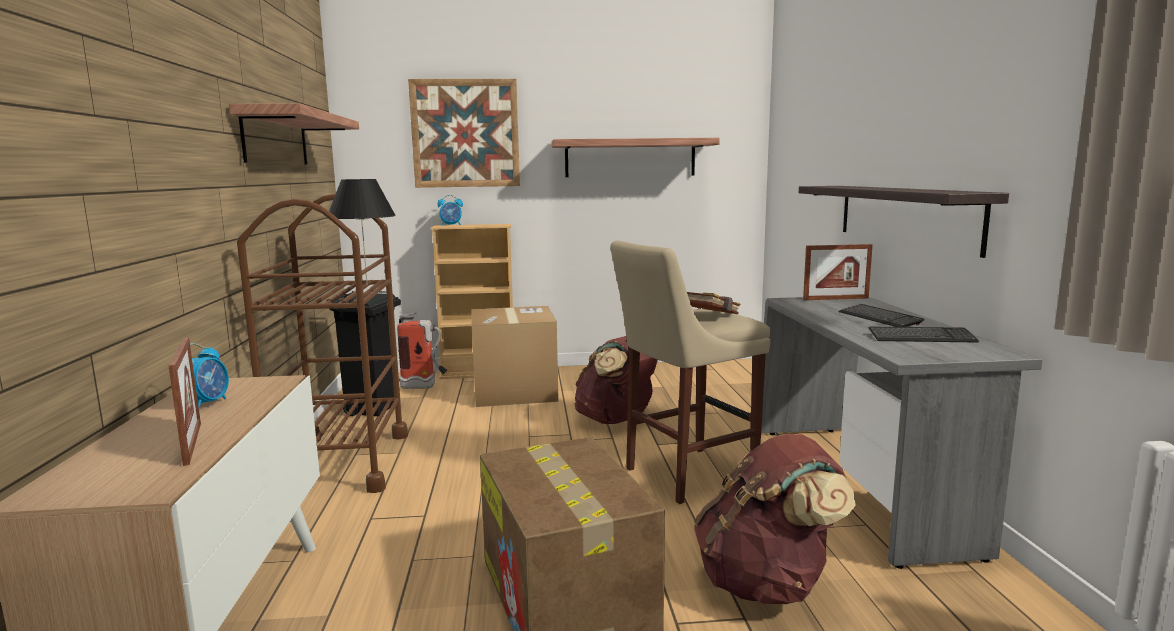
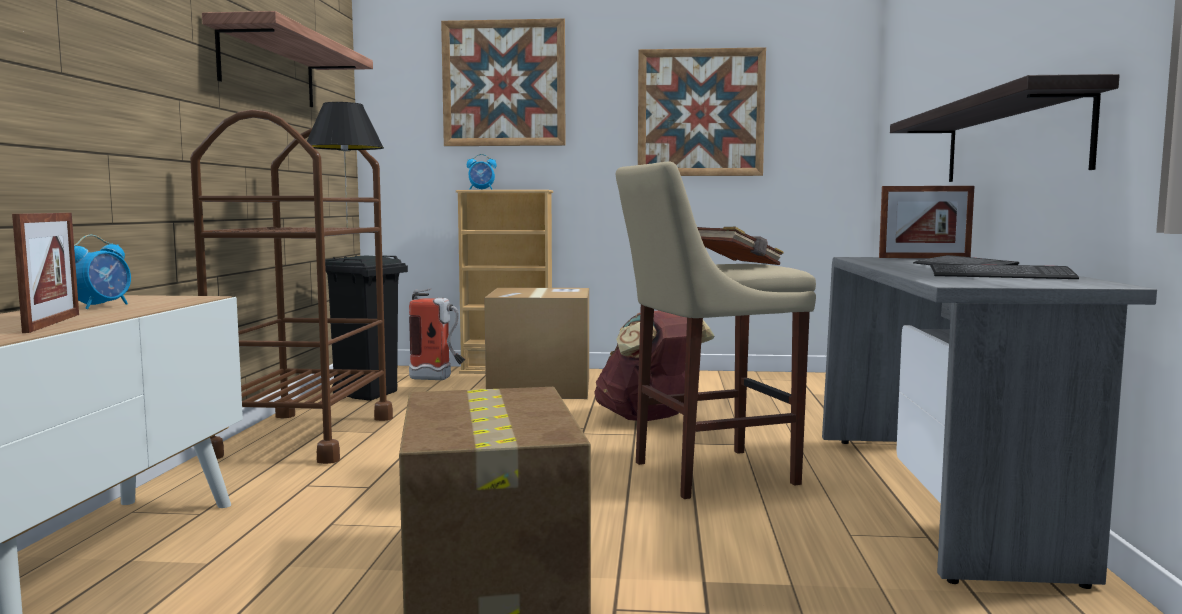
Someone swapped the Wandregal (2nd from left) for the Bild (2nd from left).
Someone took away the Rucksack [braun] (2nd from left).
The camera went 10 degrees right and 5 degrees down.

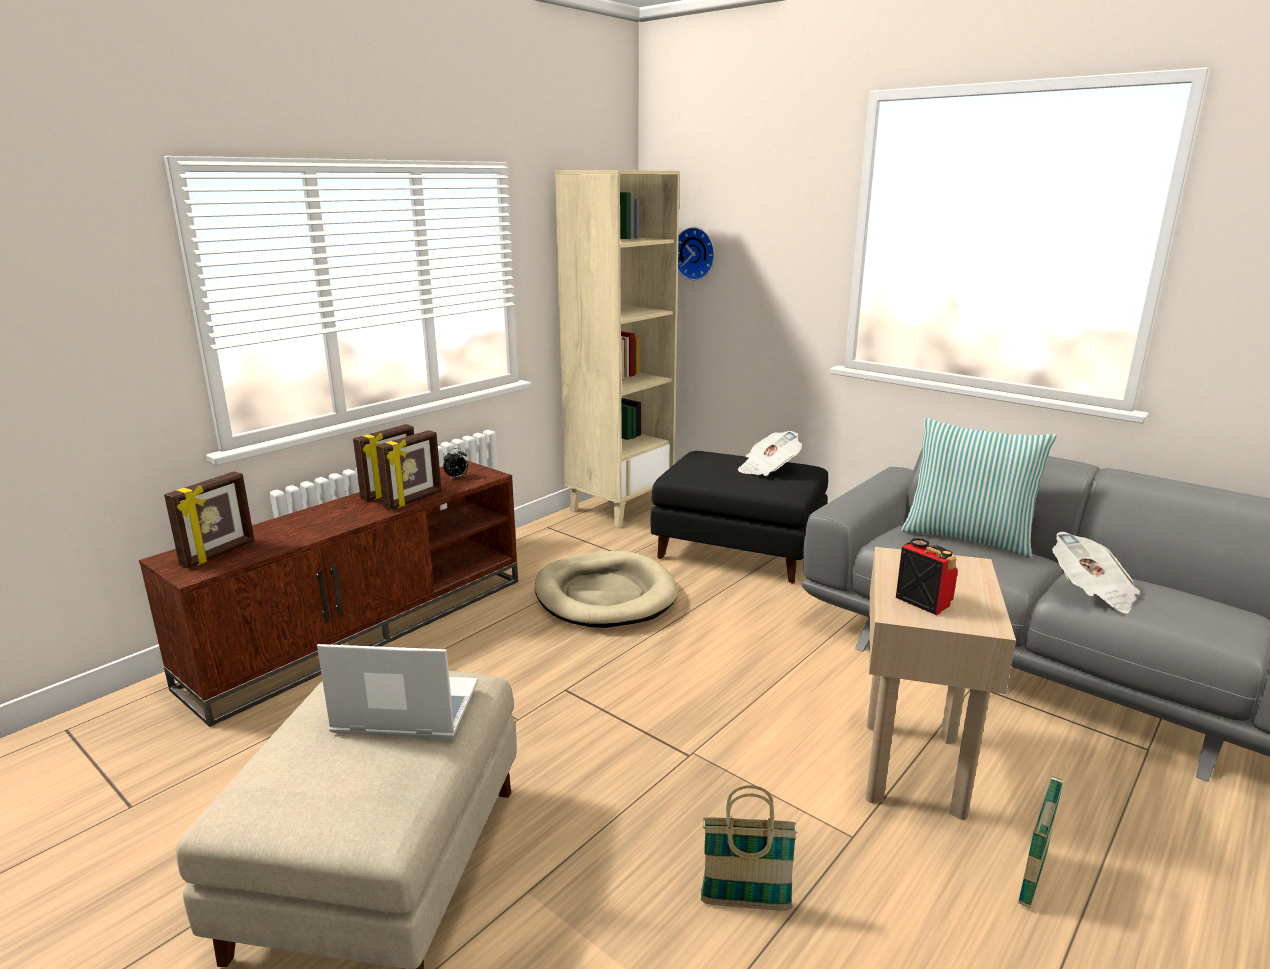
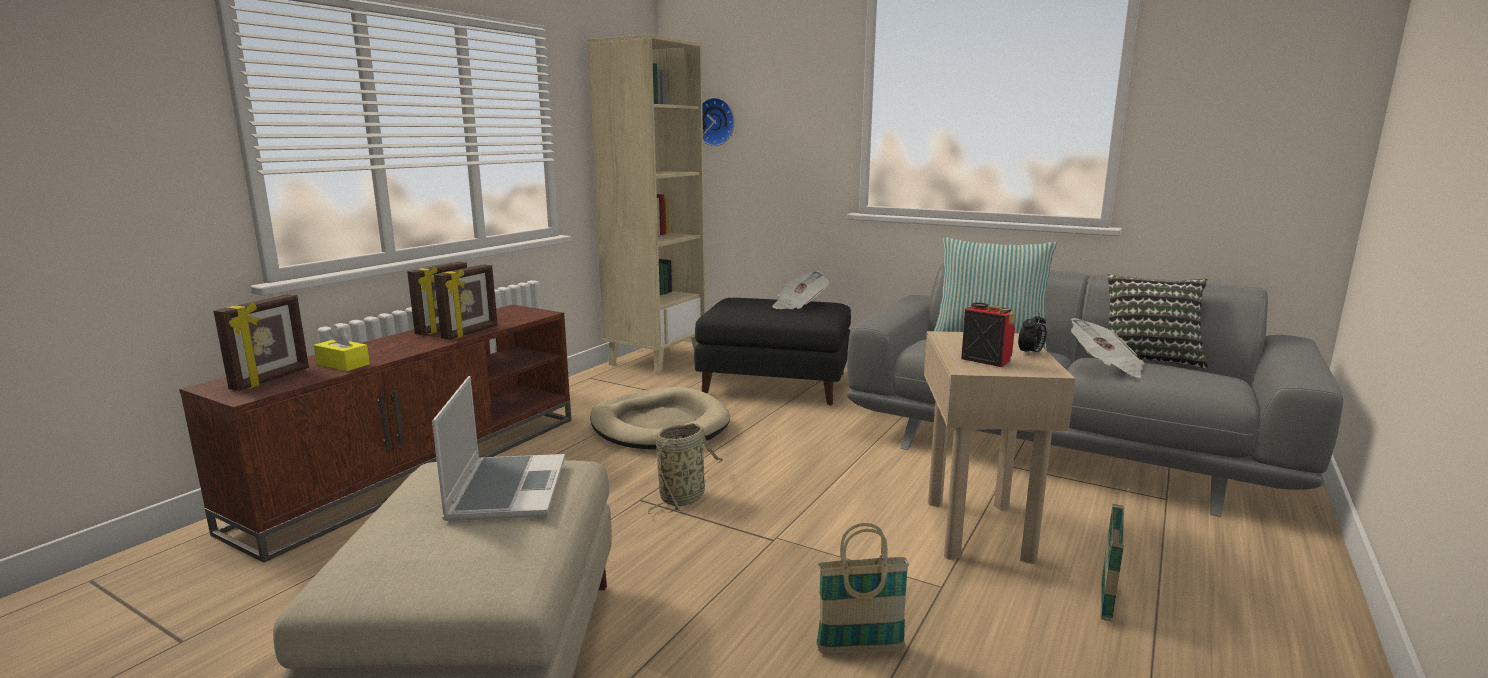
Someone put down the Taschentuchbox [gelb].
Someone rotated the Laptop by 90 degrees clockwise.
Someone put down the Korb (1st from left).
Someone carried the Wecker.
Someone put down the Kissen (2nd from left).
The camera went 10 degrees left and 5 degrees down.

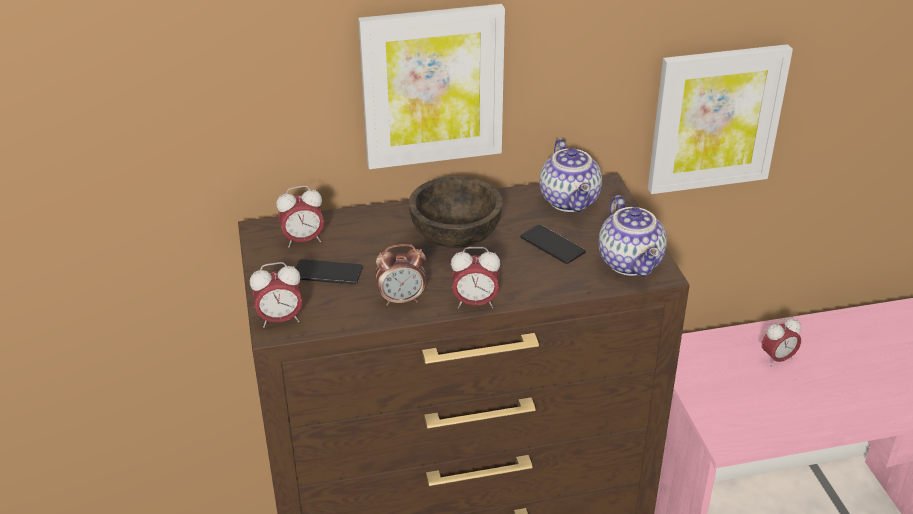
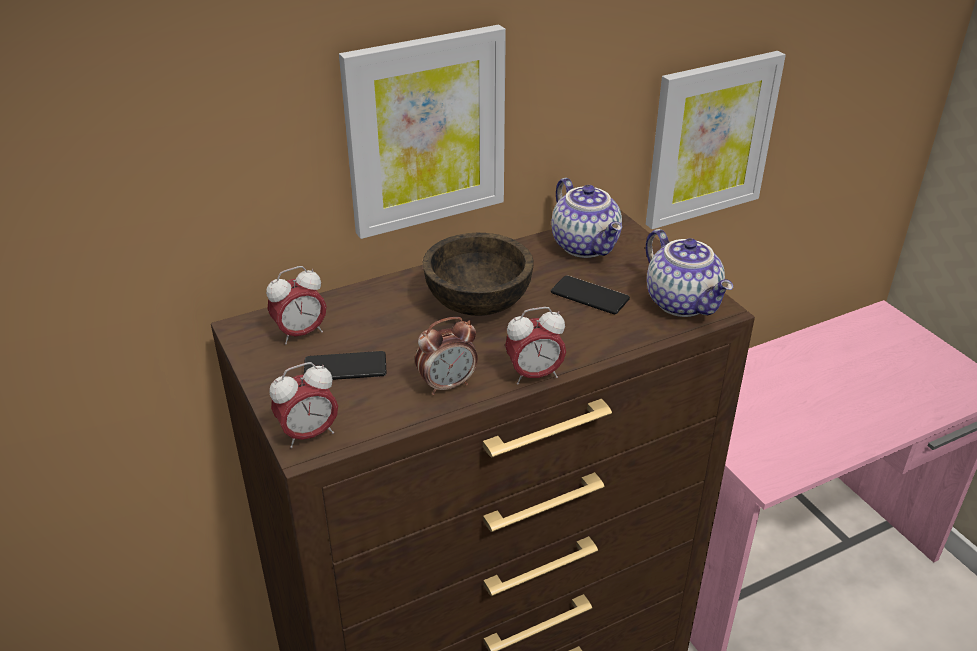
Someone took away the Wecker (5th from left).
The camera went 15 degrees left and 0 degrees up.

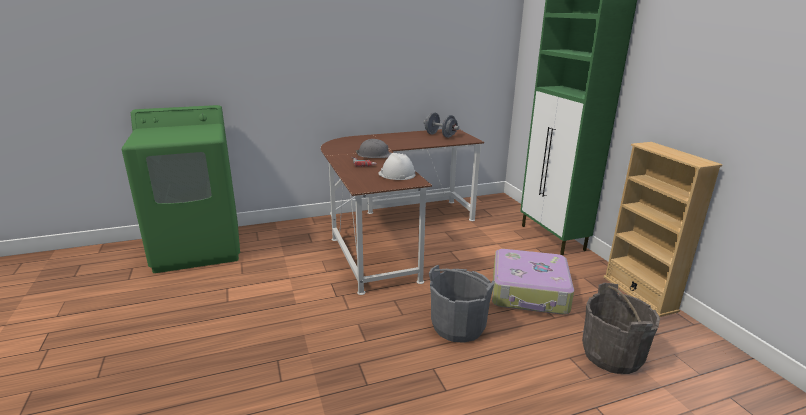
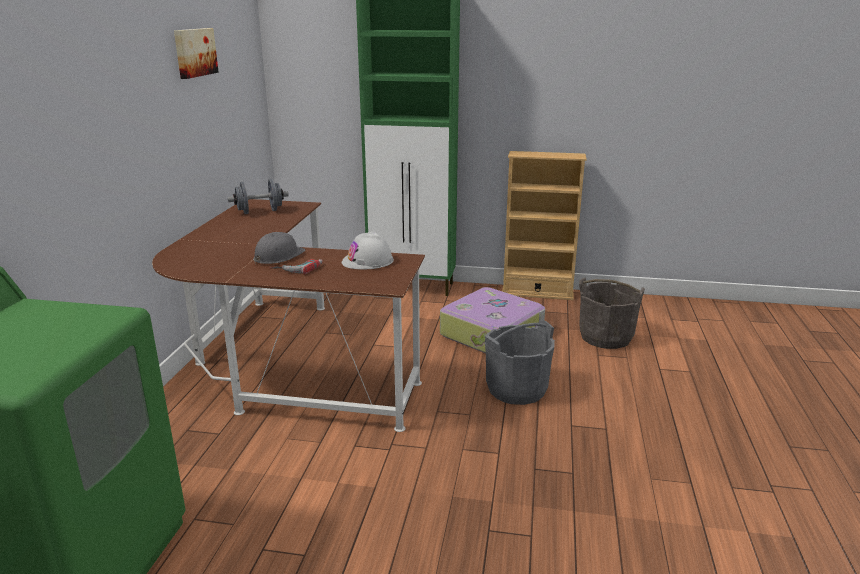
Someone put up the Bild.
The camera went 60 degrees left and 0 degrees up.

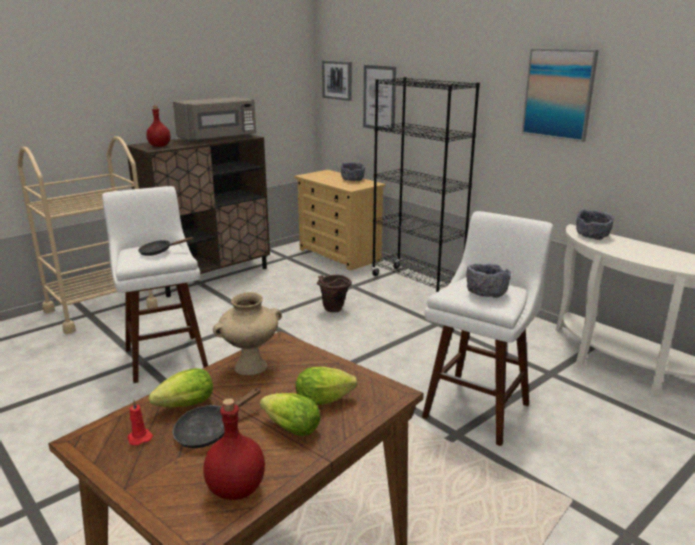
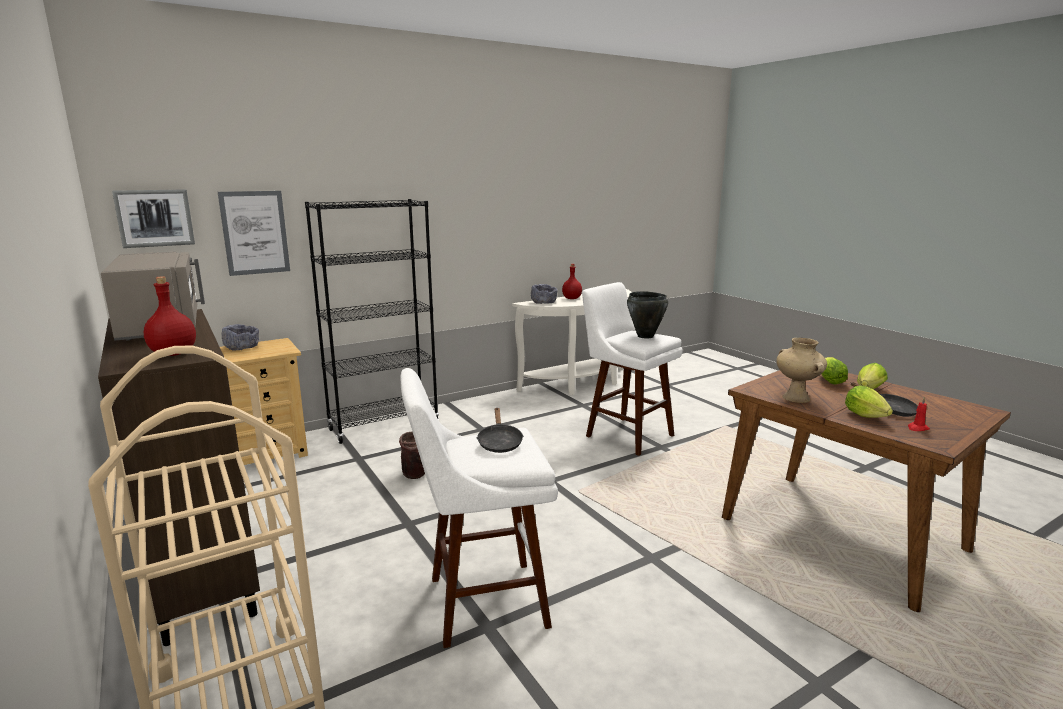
Someone carried the Flasche [rot] (2nd from left).
Someone swapped the Schüssel [grau] (2nd from left) for the Kochtopf [schwarz].
Someone took away the Bild (3rd from left).
The camera went 80 degrees left and 5 degrees down.

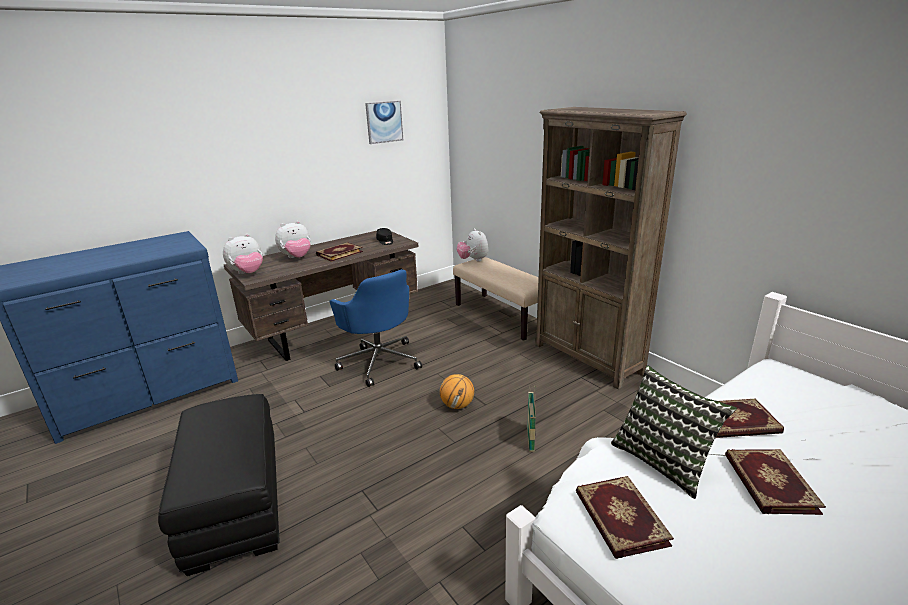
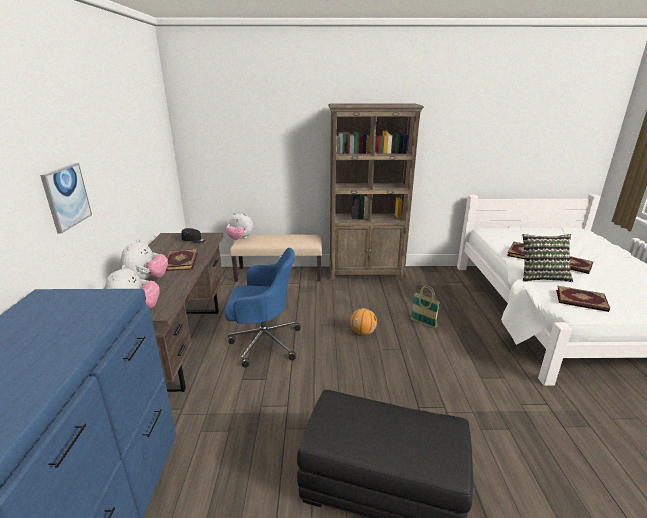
Someone carried the Bild.
The camera went 55 degrees left and 0 degrees up.

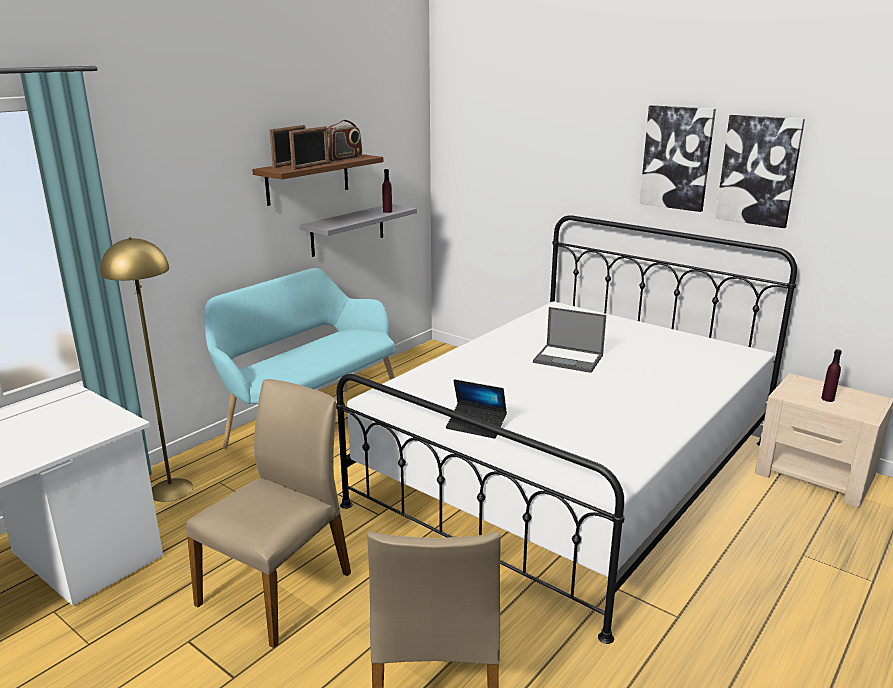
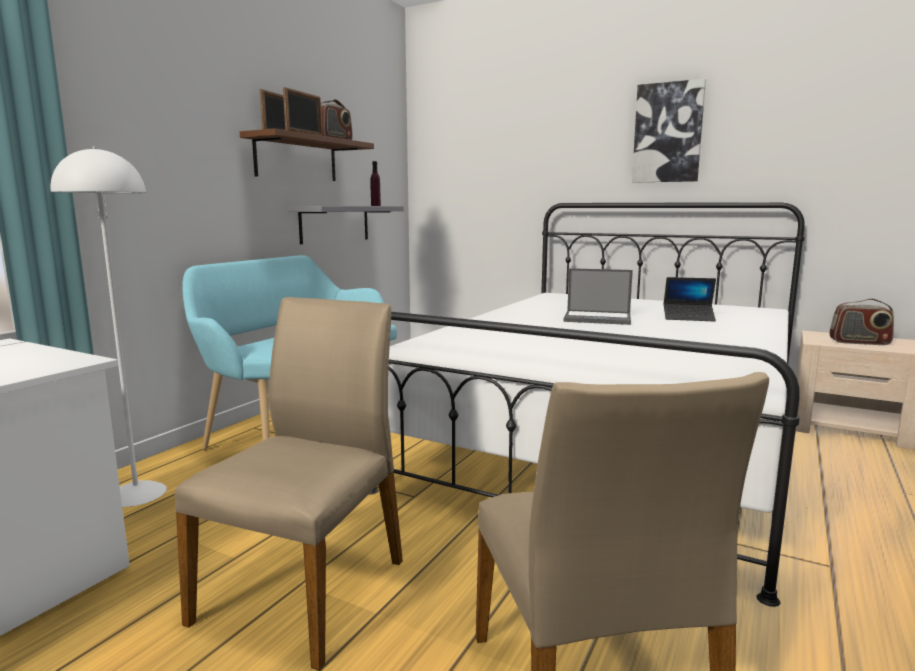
Someone repainted the Stehlampe [gelb], which became the Stehlampe [weiß].
Someone carried the Laptop (1st from left in the first image).
Someone swapped the Flasche [lila] (2nd from left) for the Radio (2nd from left).
Someone took away the Bild (2nd from left).
The camera went 10 degrees left and 10 degrees down.

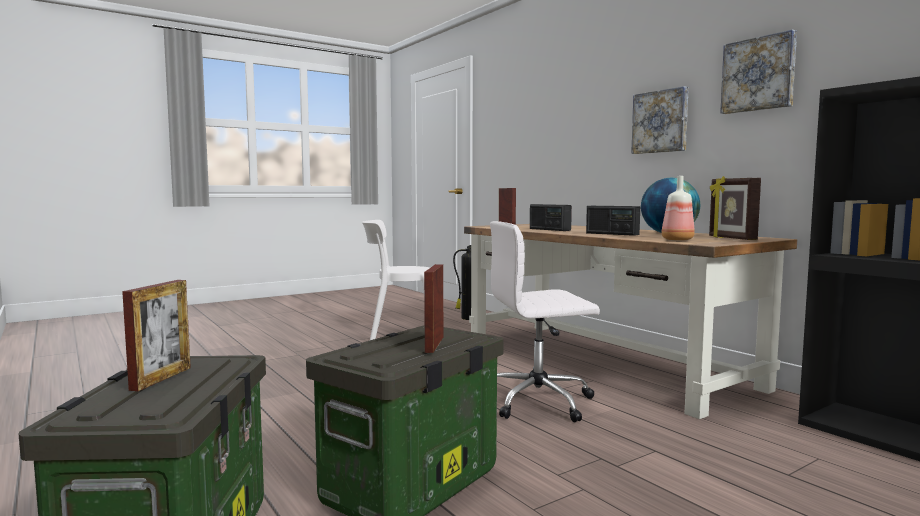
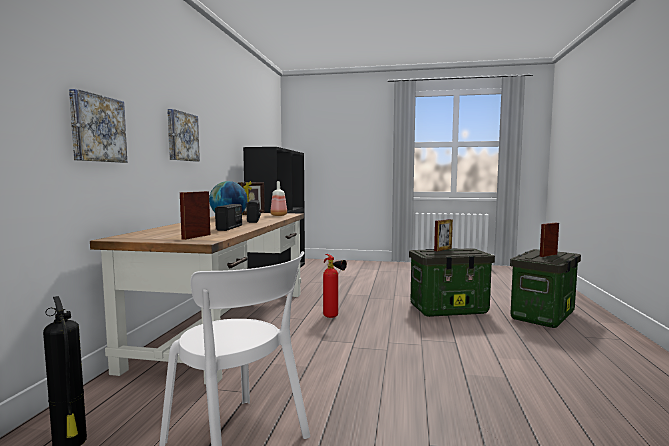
Someone carried the Bild (2nd from left in the first image).
Someone swapped the Bürostuhl [weiß] for the Feuerlöscher (2nd from left).
The camera went 135 degrees left and 0 degrees up.

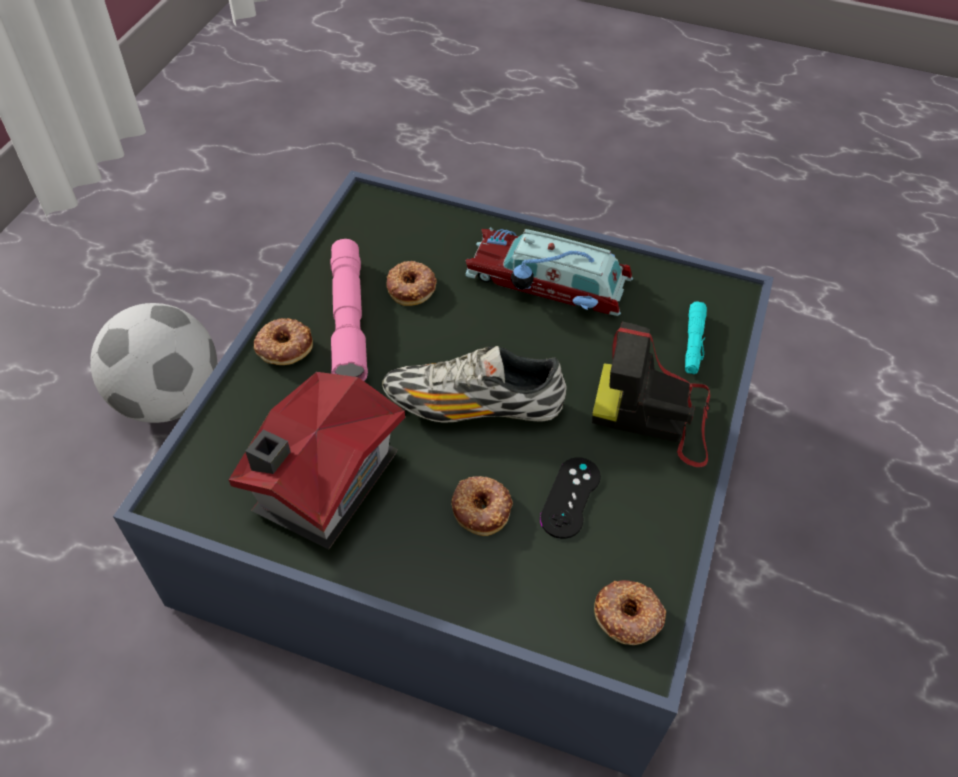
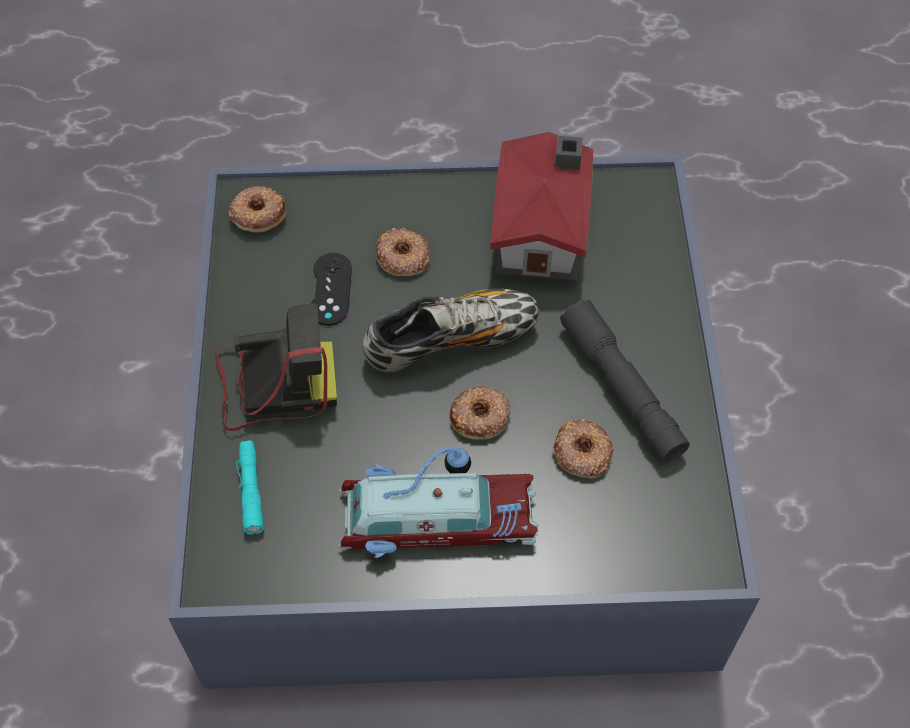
Someone carried the Donut (1st from left in the first image).
Someone repainted the Taschenlampe [rosa], which became the Taschenlampe [grau].
Someone took away the Fußball.
The camera went 160 degrees right and 5 degrees up.

